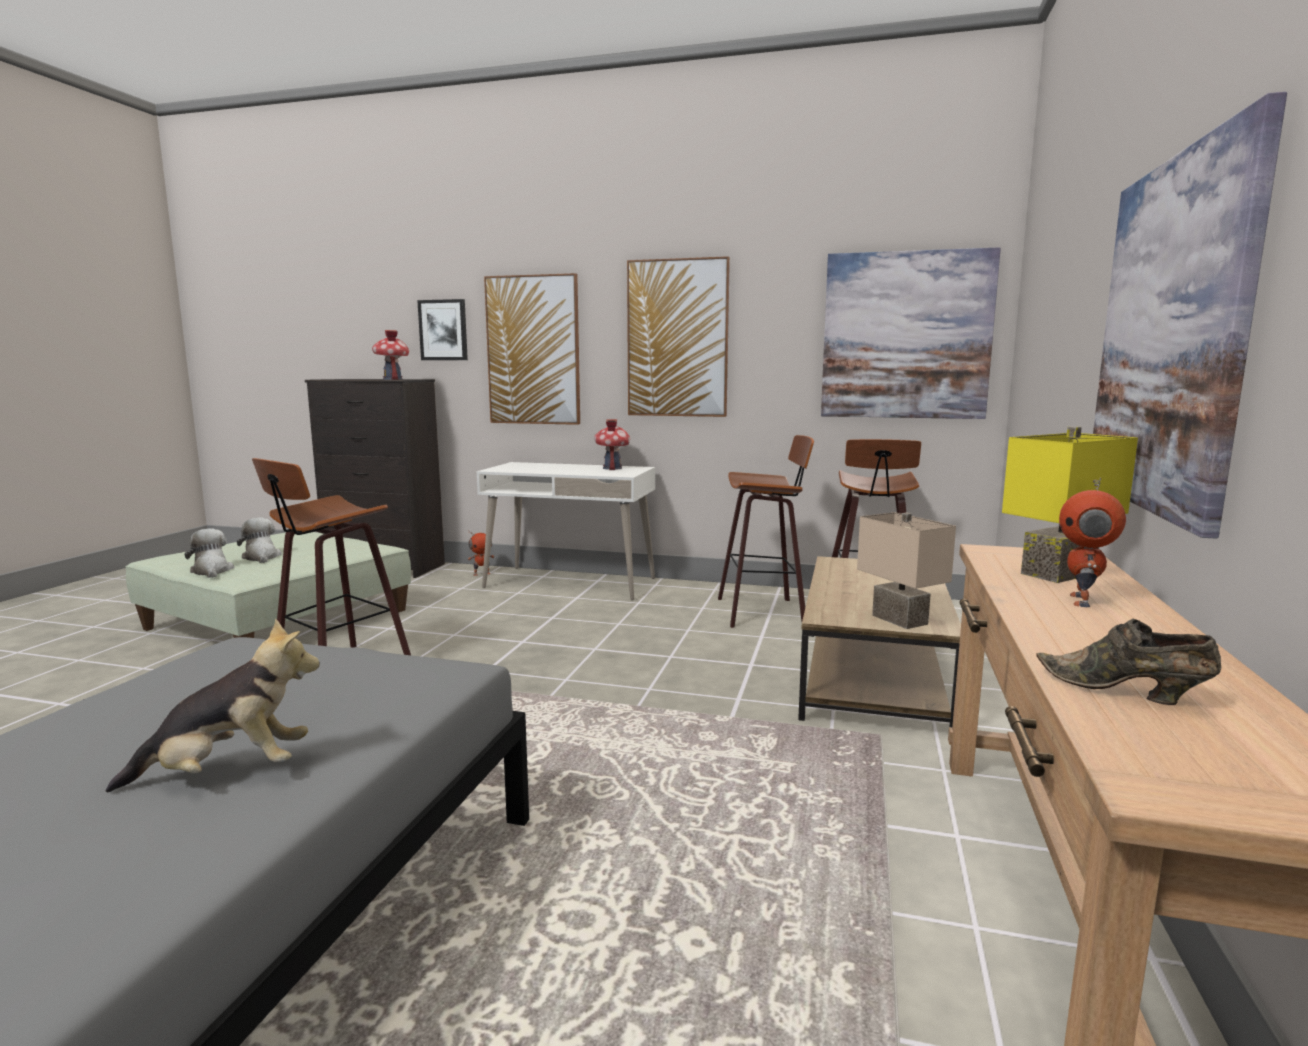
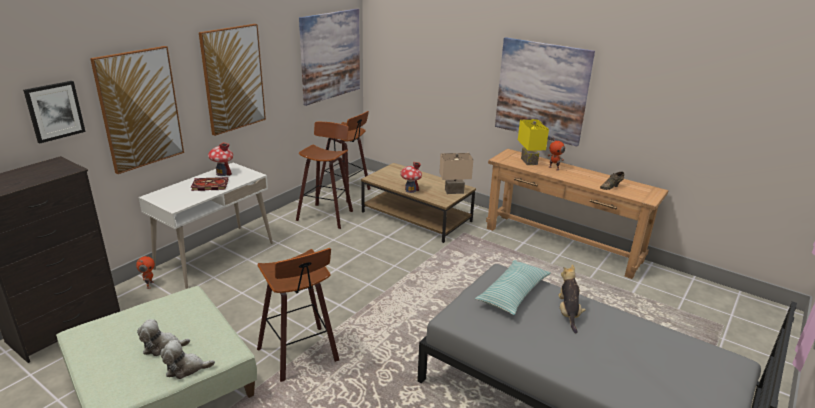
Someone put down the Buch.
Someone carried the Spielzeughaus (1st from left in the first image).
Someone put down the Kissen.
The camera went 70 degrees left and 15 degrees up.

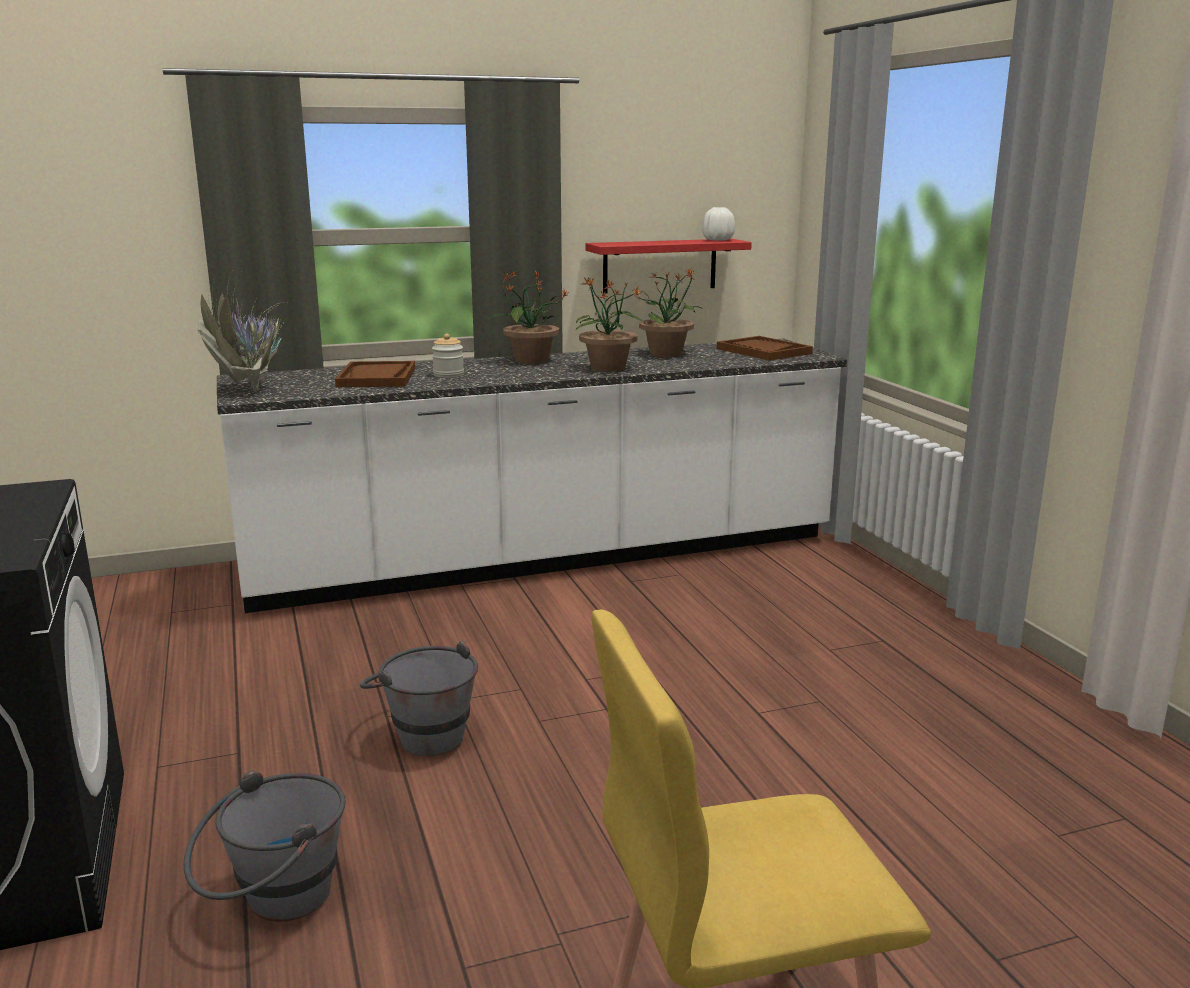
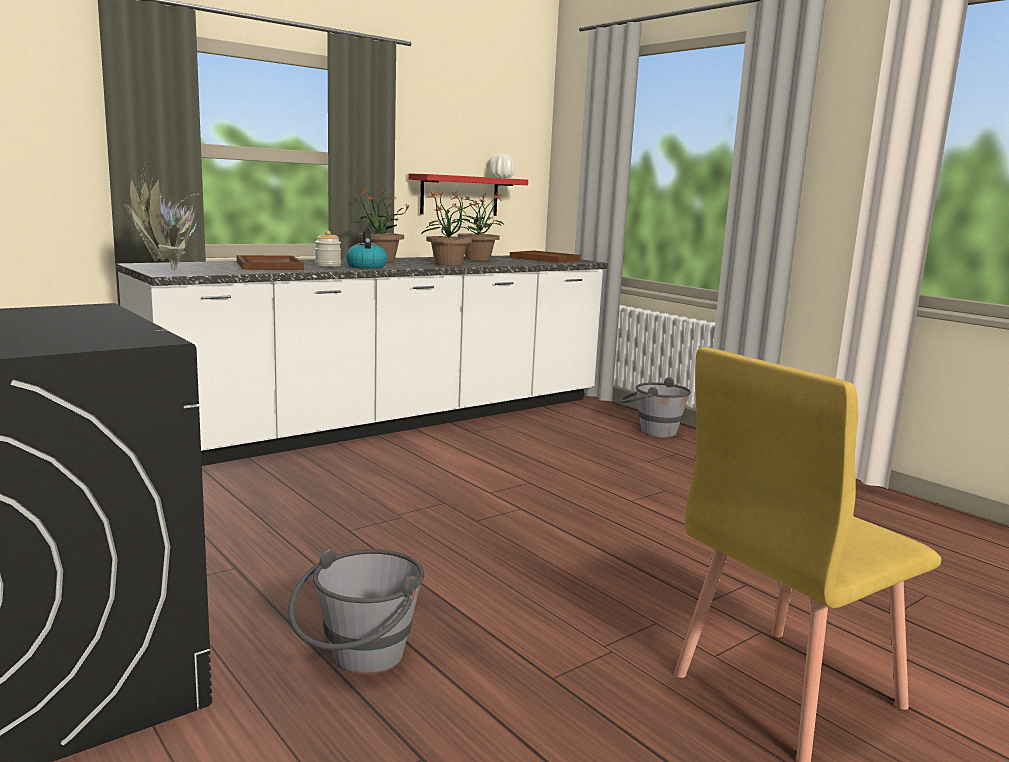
Someone put down the Wasserkessel.
Someone carried the Eimer [grau] (2nd from left).
The camera went 20 degrees left and 5 degrees down.

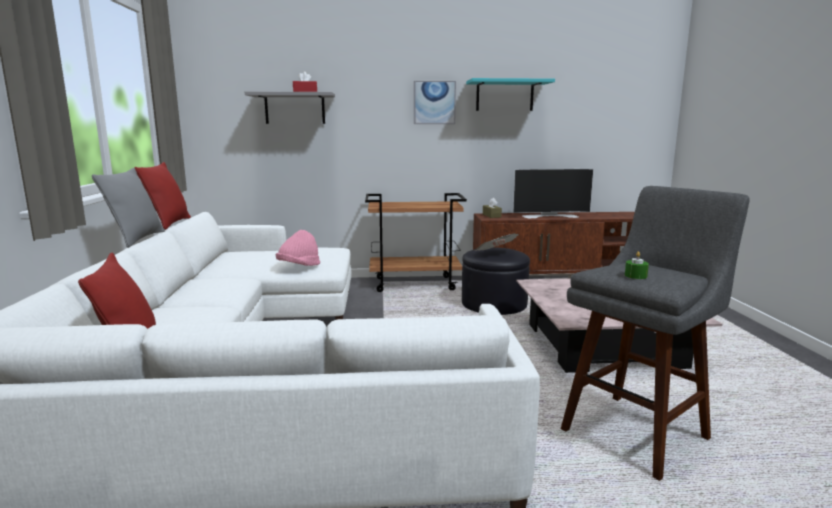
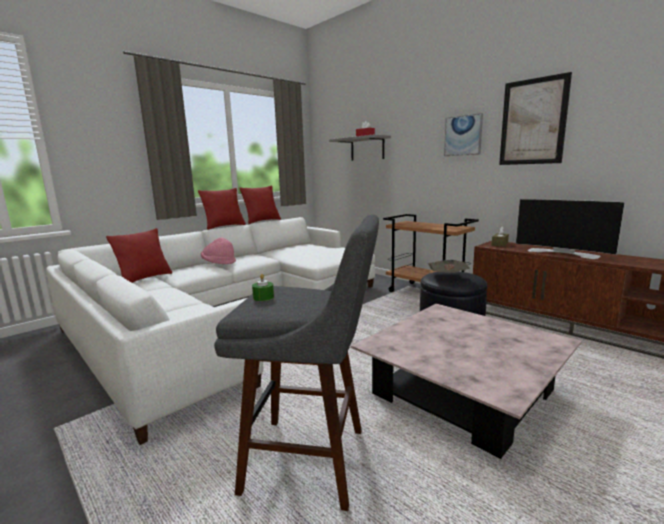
Someone repainted the Kissen [grau], which became the Kissen [rot] (2nd from left).
Someone carried the Hut [rosa].
Someone swapped the Wandregal [türkis] for the Bild (2nd from left).
The camera went 50 degrees right and 0 degrees up.

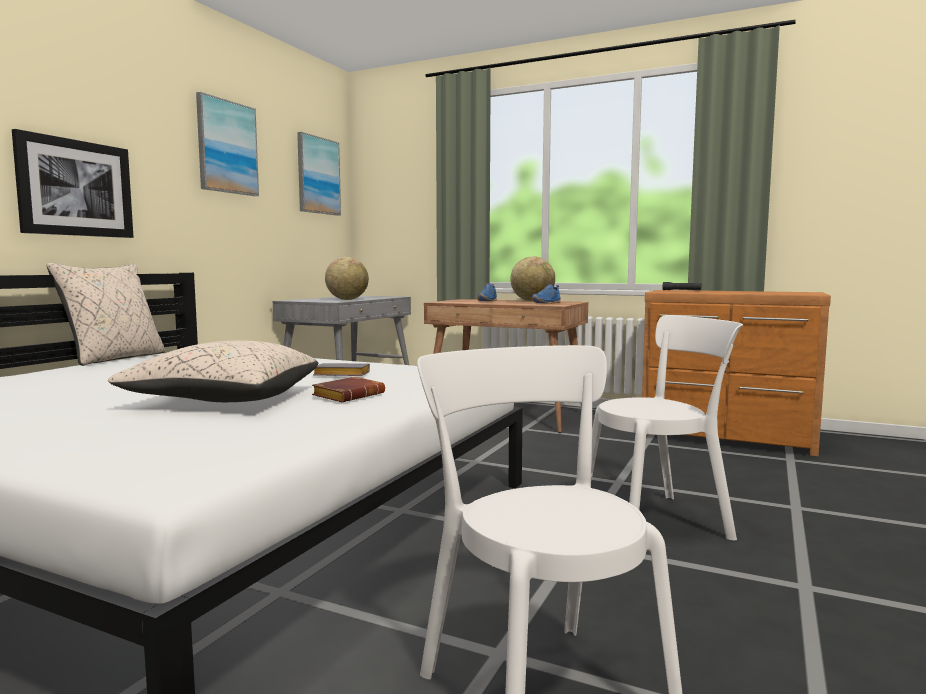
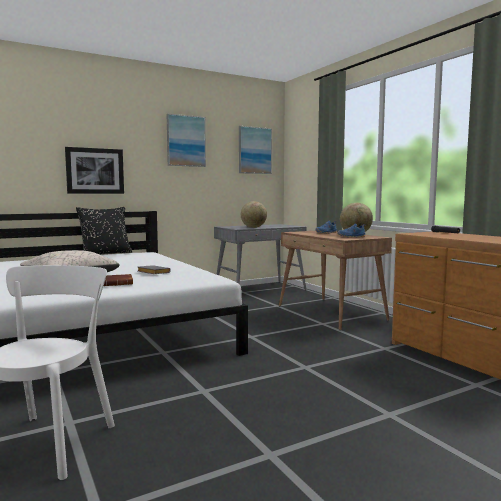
Someone repainted the Kissen [beige] (1st from left), which became the Kissen [schwarz].
Someone took away the Stuhl [weiß] (2nd from left).
The camera went 35 degrees right and 0 degrees up.

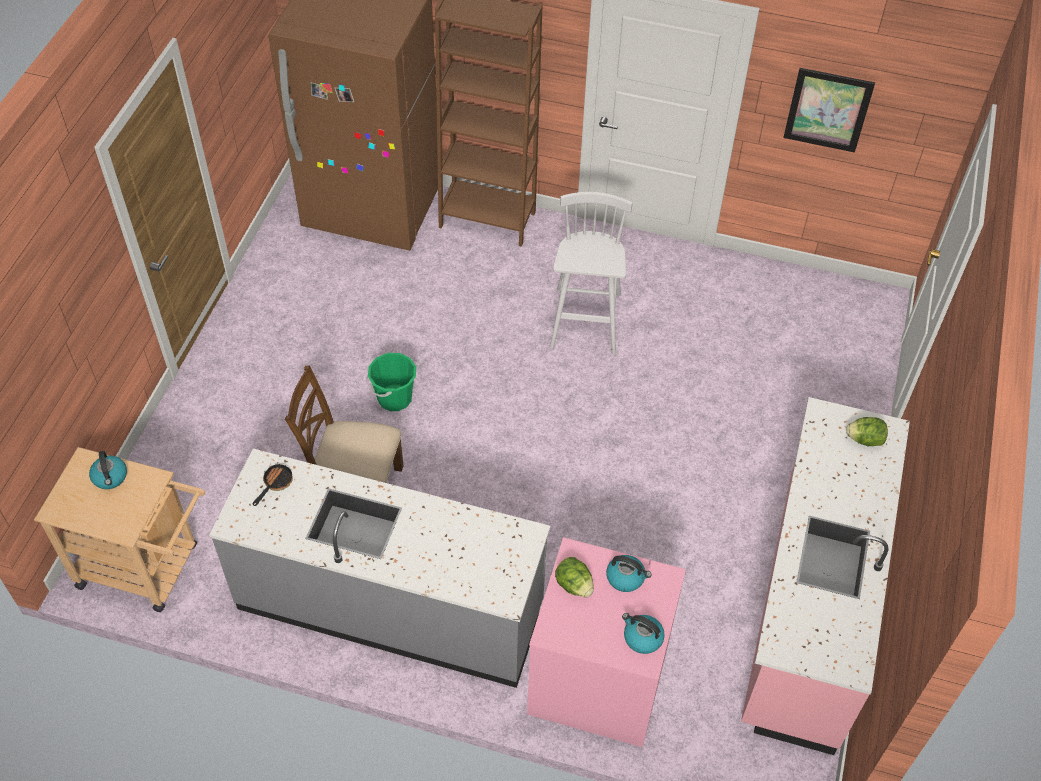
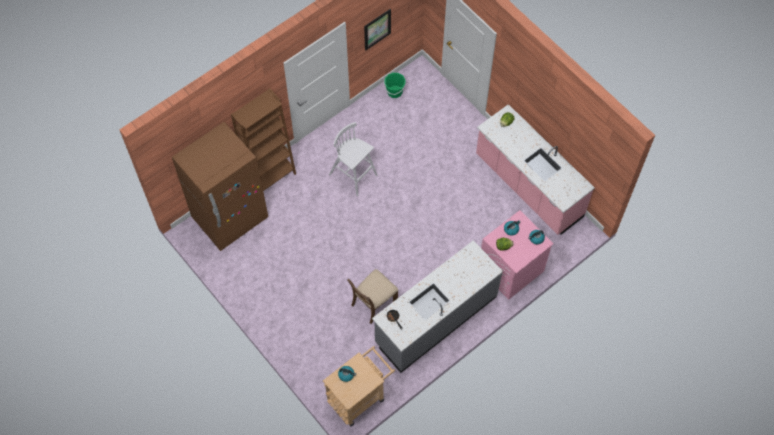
Someone carried the Eimer [grün].
The camera went 55 degrees left and 10 degrees up.

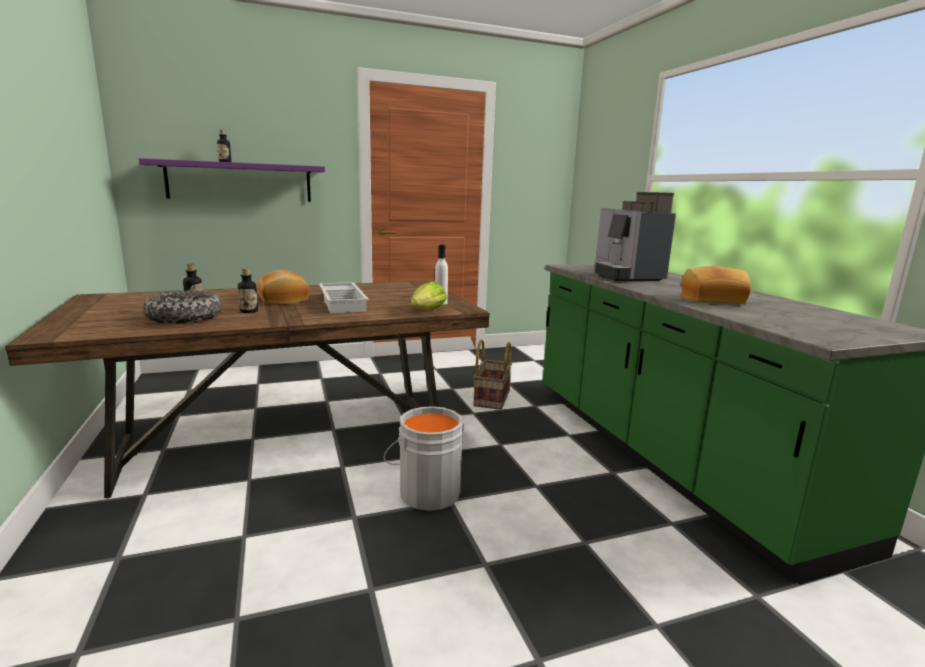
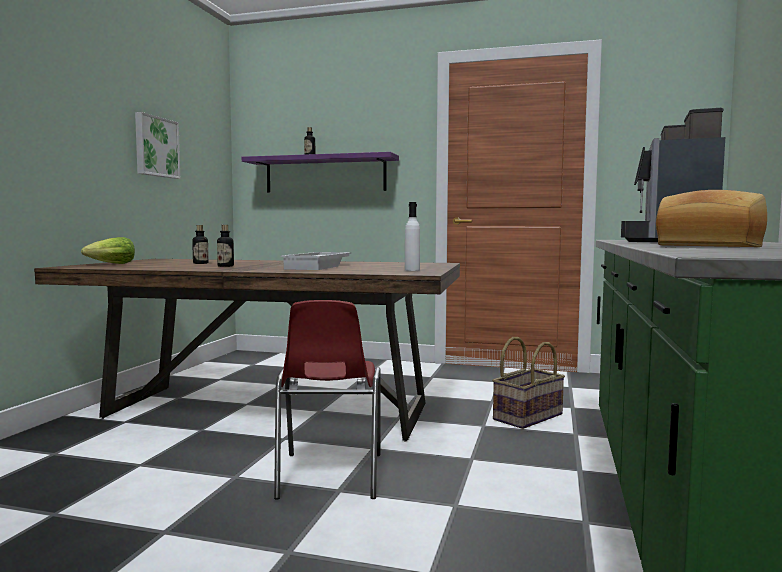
Someone carried the Salatkopf.
Someone put up the Bild.
Someone swapped the Eimer [grau] for the Stuhl [rot].
Someone took away the Schüssel.
Someone took away the Brot (1st from left).
The camera went 35 degrees right and 10 degrees down.

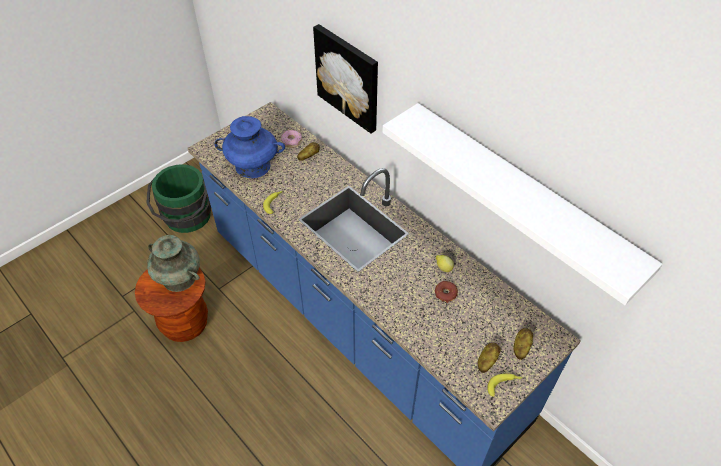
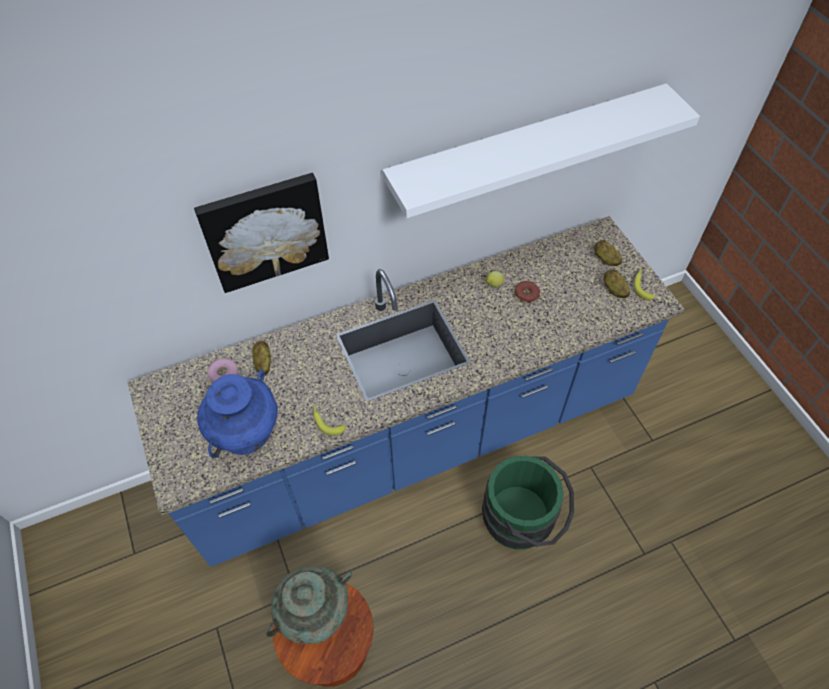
Someone carried the Eimer [grün].
The camera went 70 degrees left and 5 degrees up.

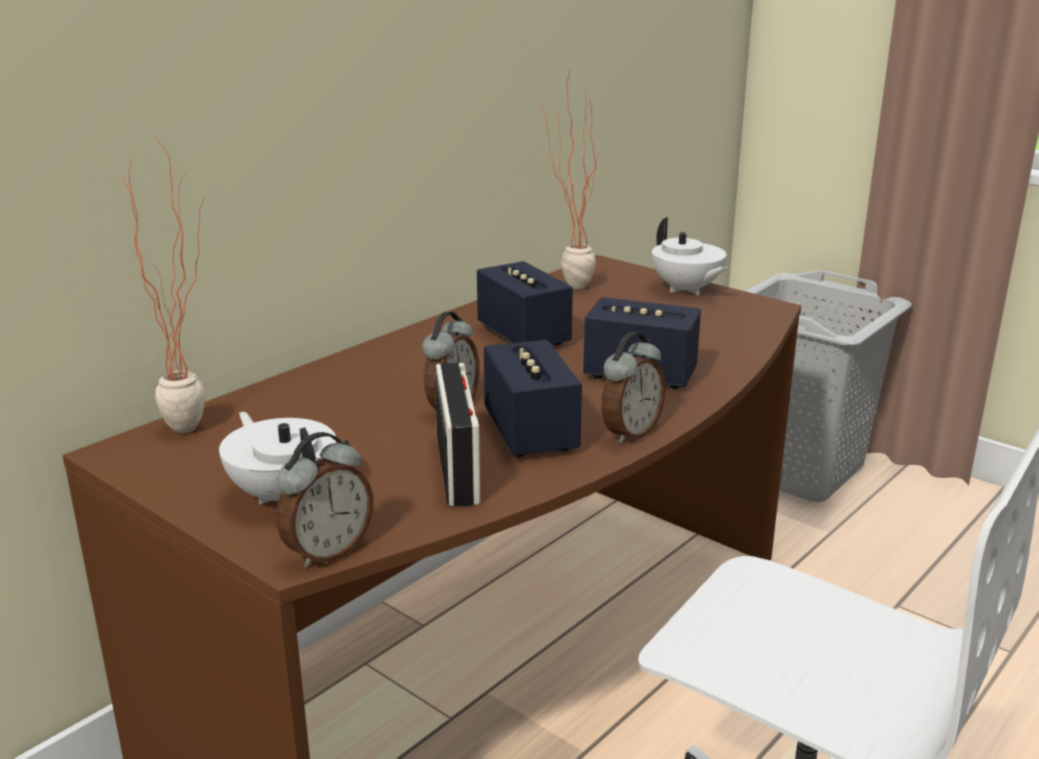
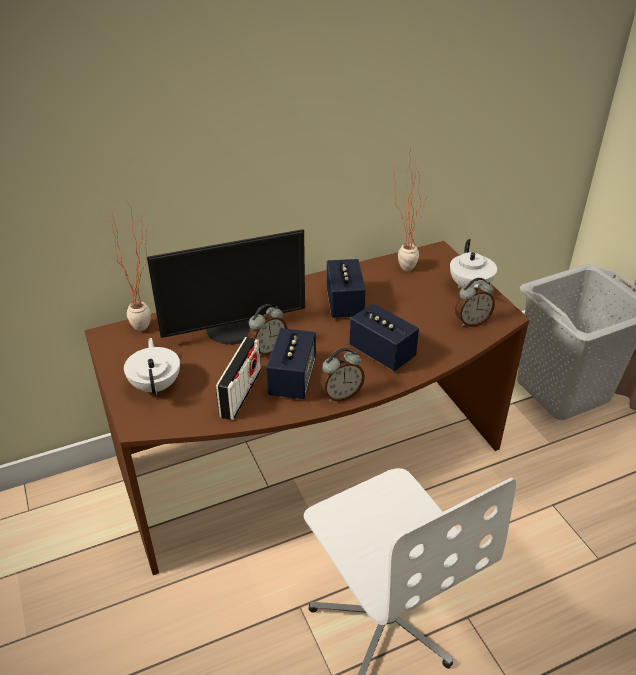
Someone put down the Monitor.
Someone carried the Wecker (1st from left in the first image).
The camera went 25 degrees right and 15 degrees up.

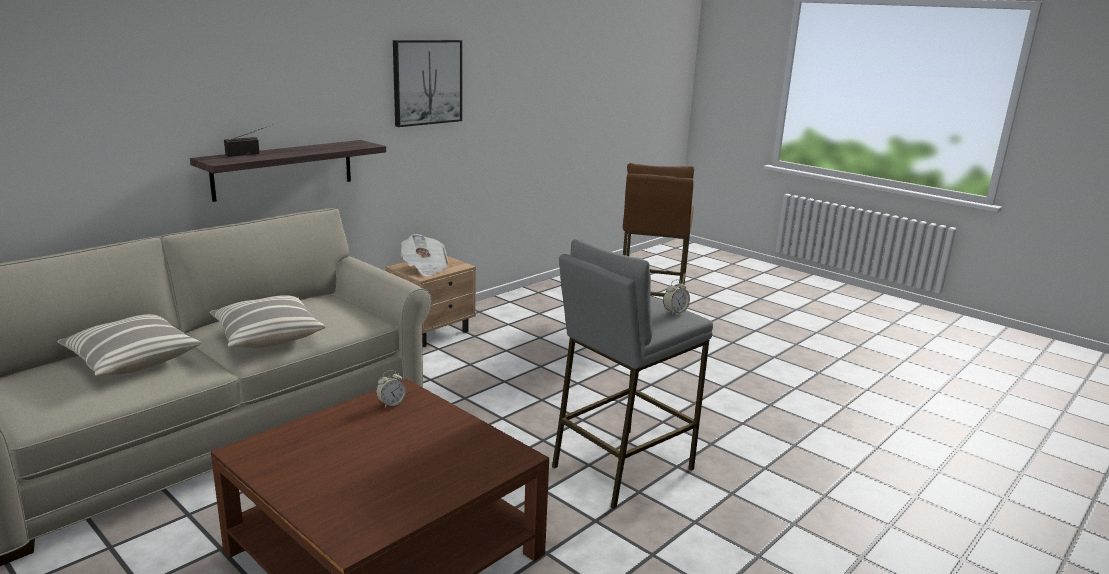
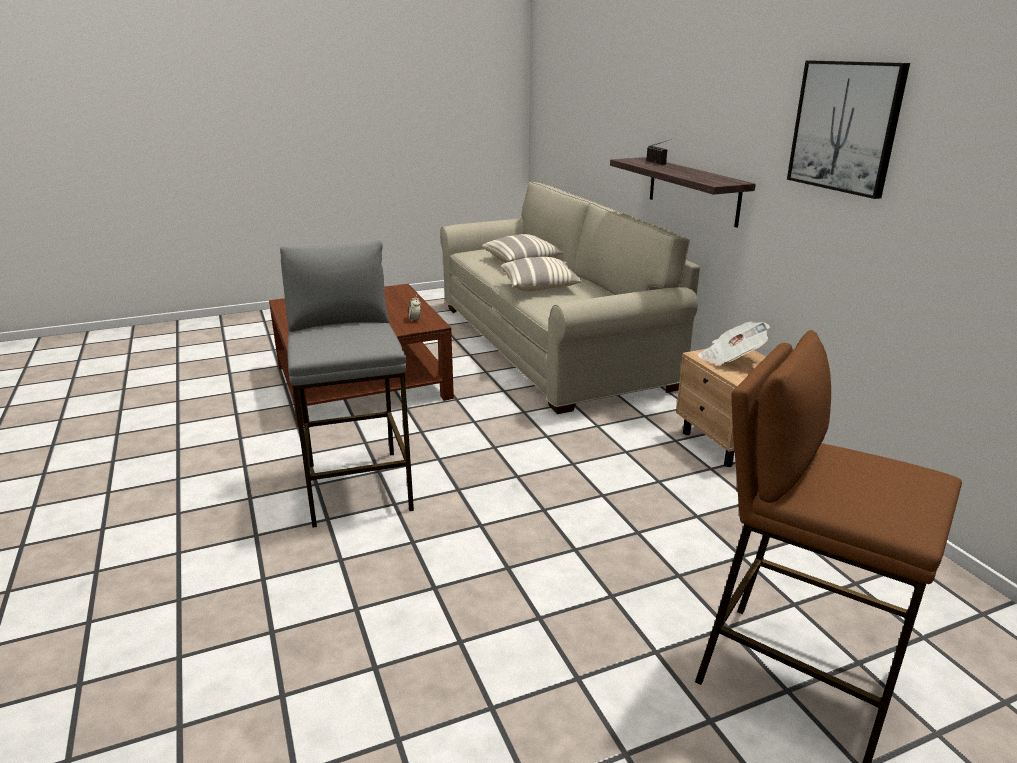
Someone took away the Wecker (2nd from left).
The camera went 115 degrees right and 5 degrees up.

